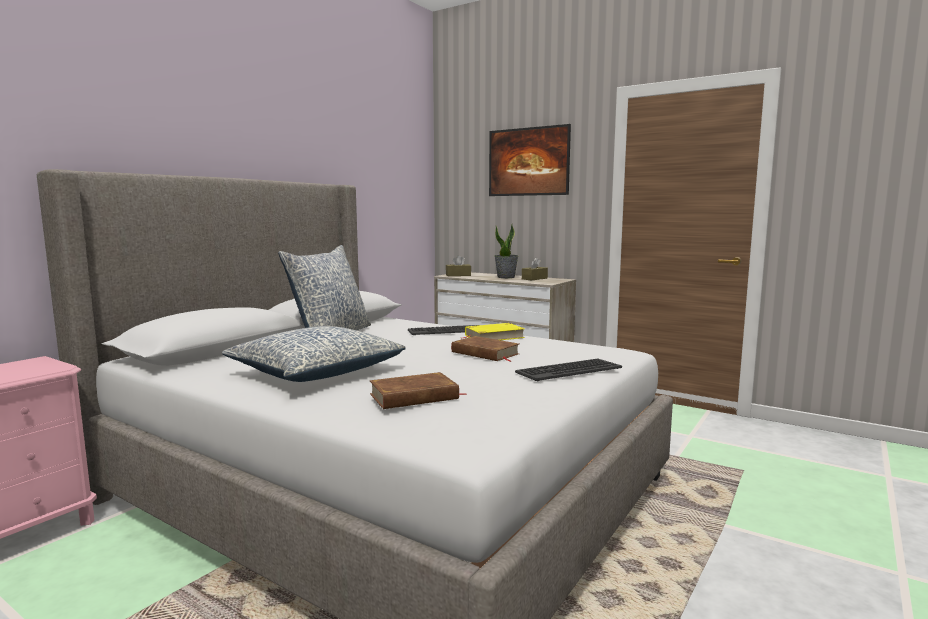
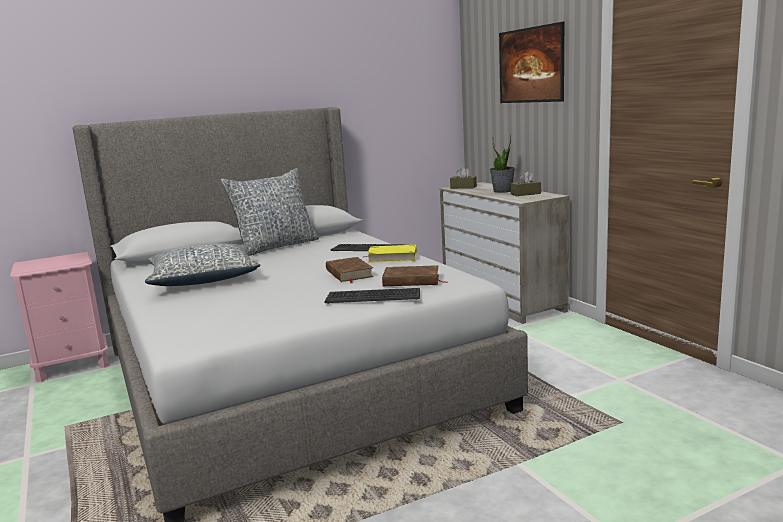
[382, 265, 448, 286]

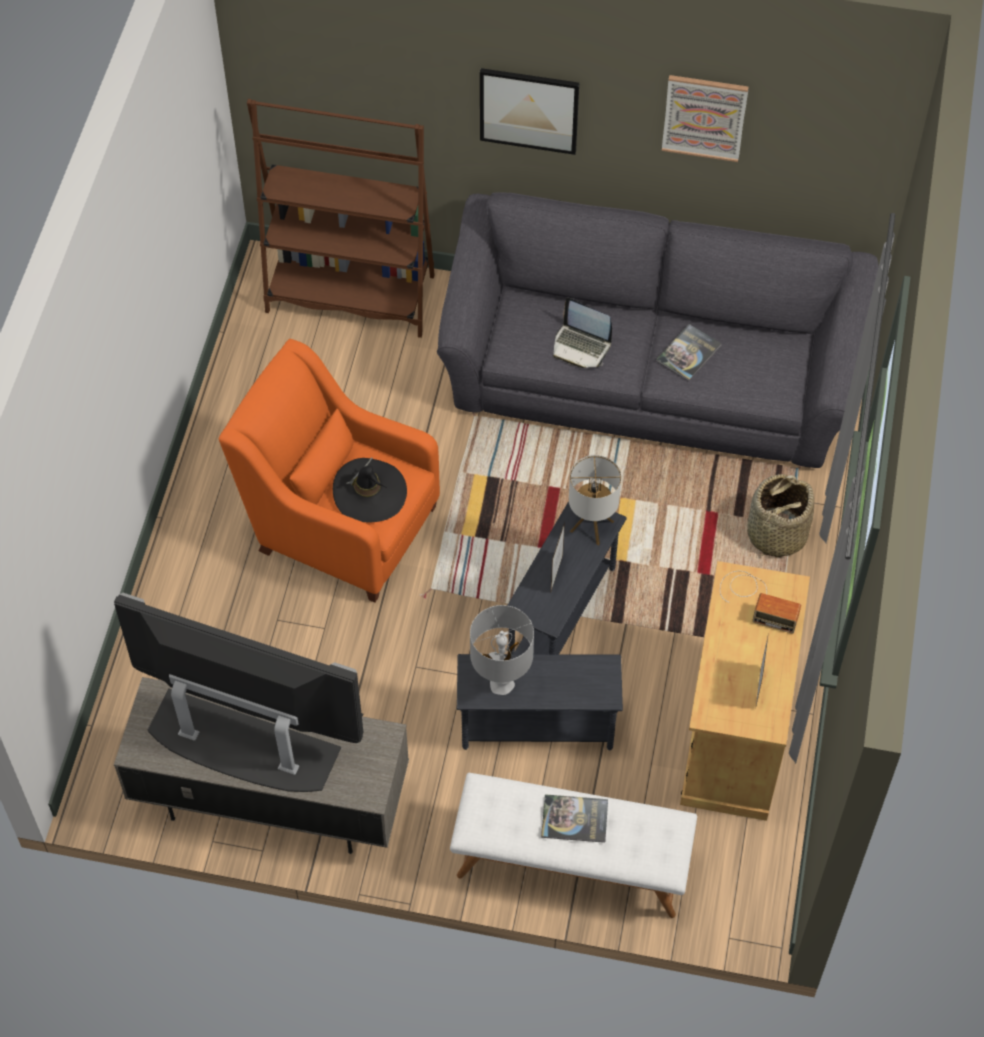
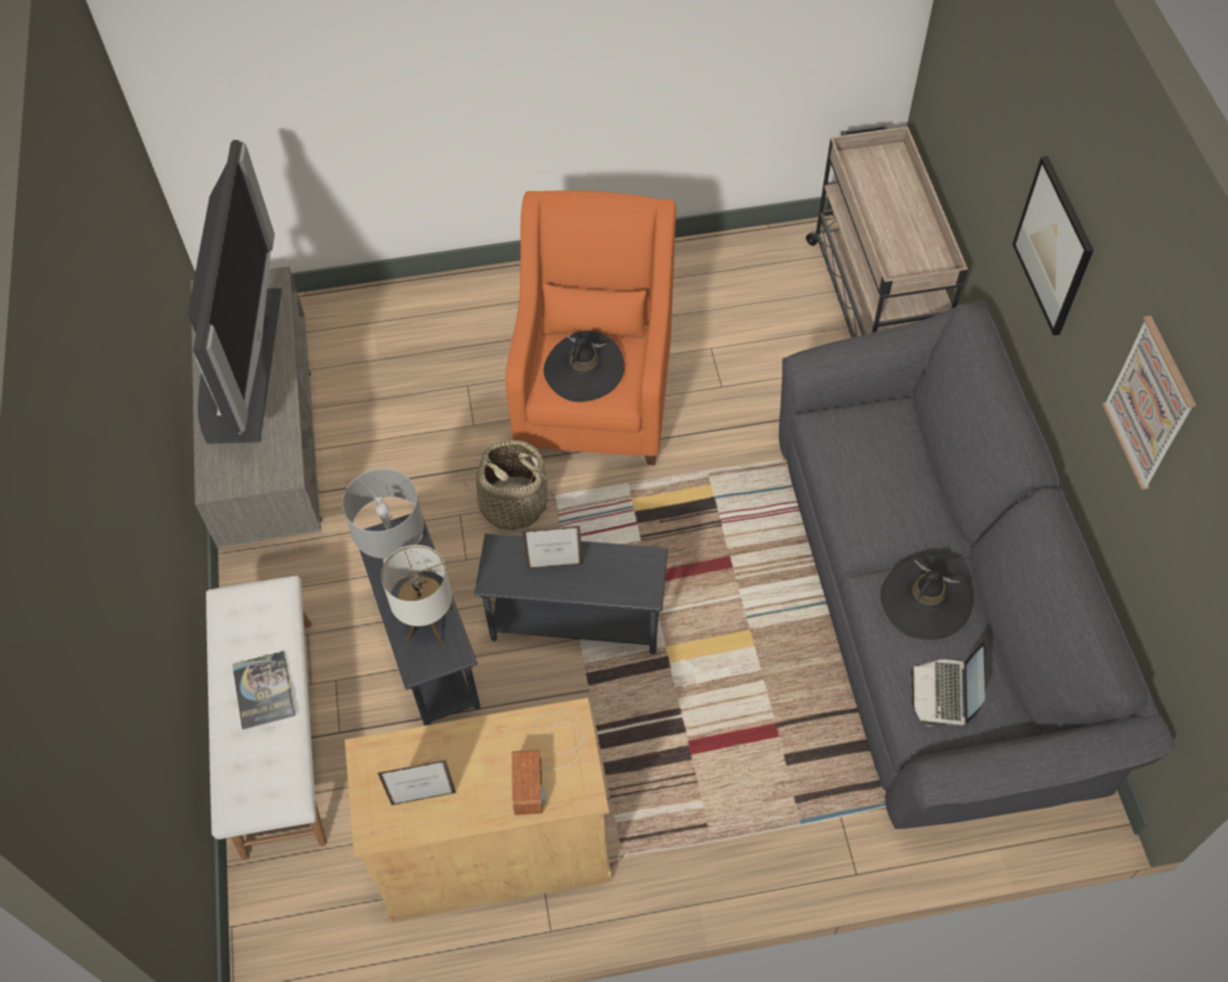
[806, 125, 968, 338]
[911, 641, 986, 727]
[881, 556, 973, 640]
[381, 545, 452, 647]
[463, 440, 556, 530]

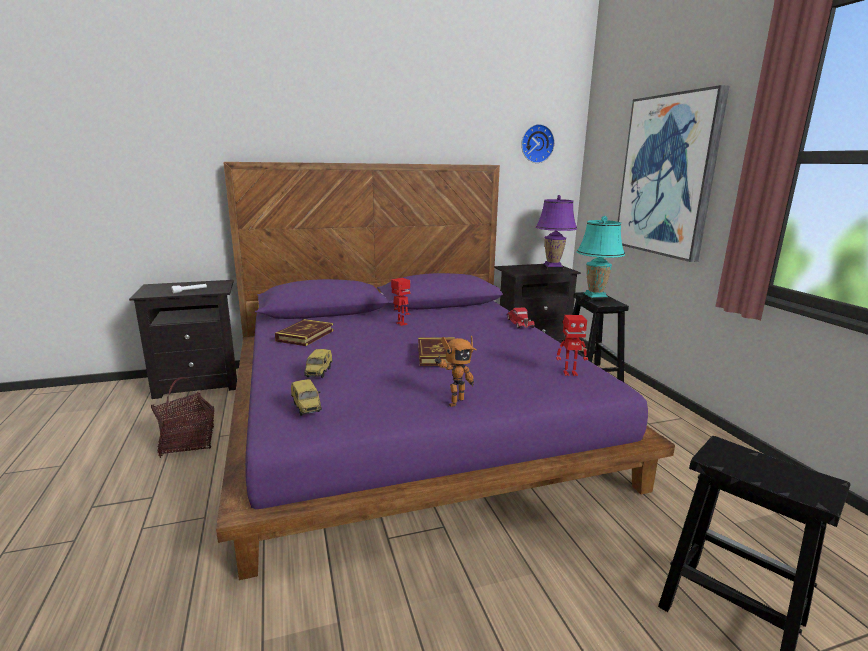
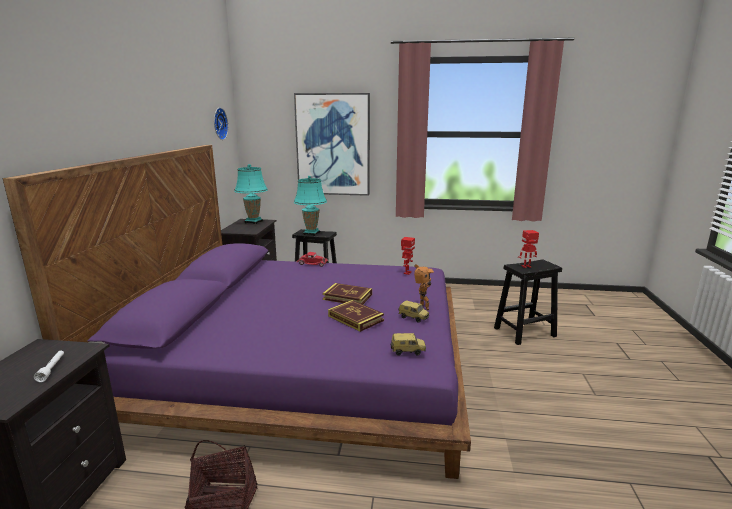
[234, 164, 268, 224]
[518, 230, 539, 268]
[328, 300, 384, 332]
[398, 301, 429, 322]

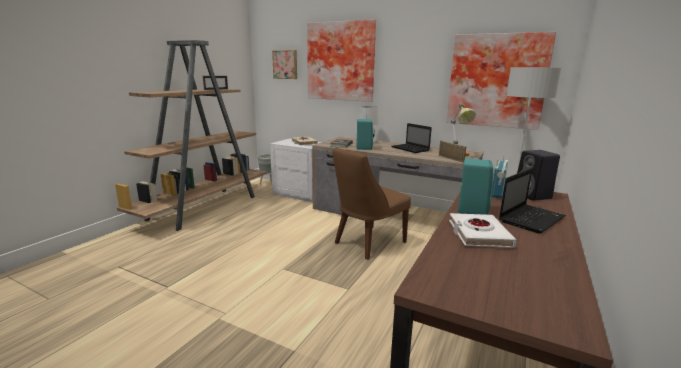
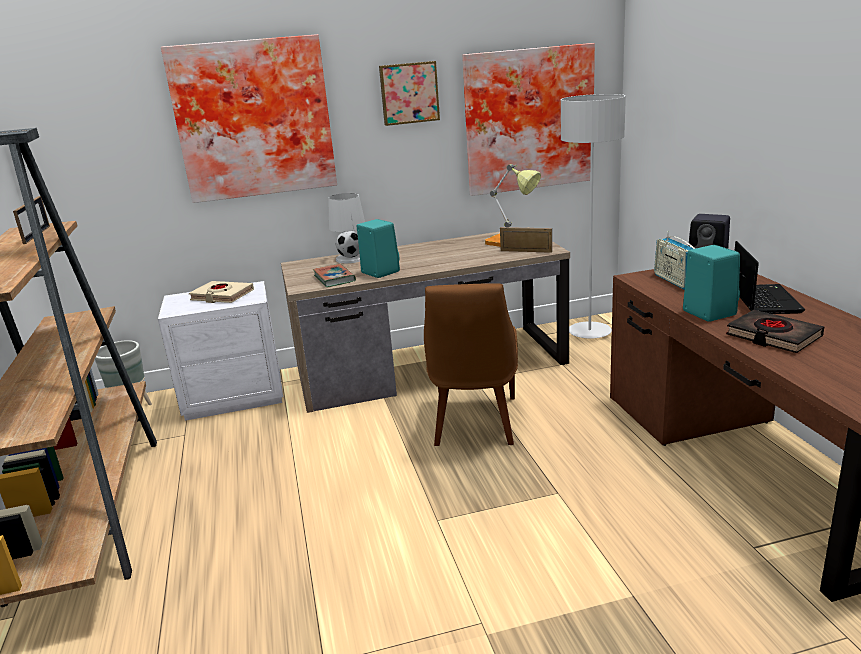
[379, 61, 440, 126]
[391, 123, 432, 153] (first image)
[726, 310, 824, 353]

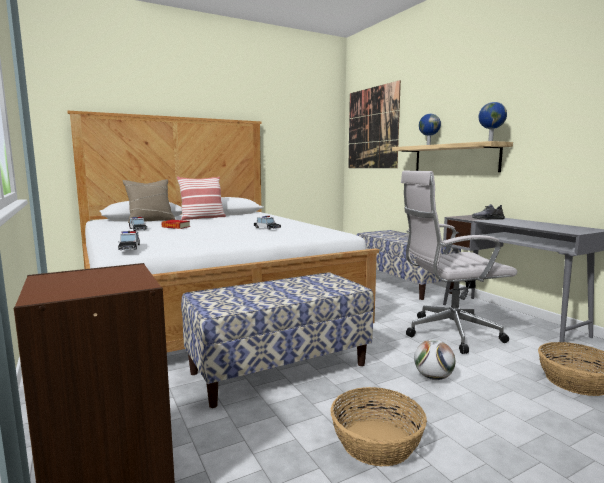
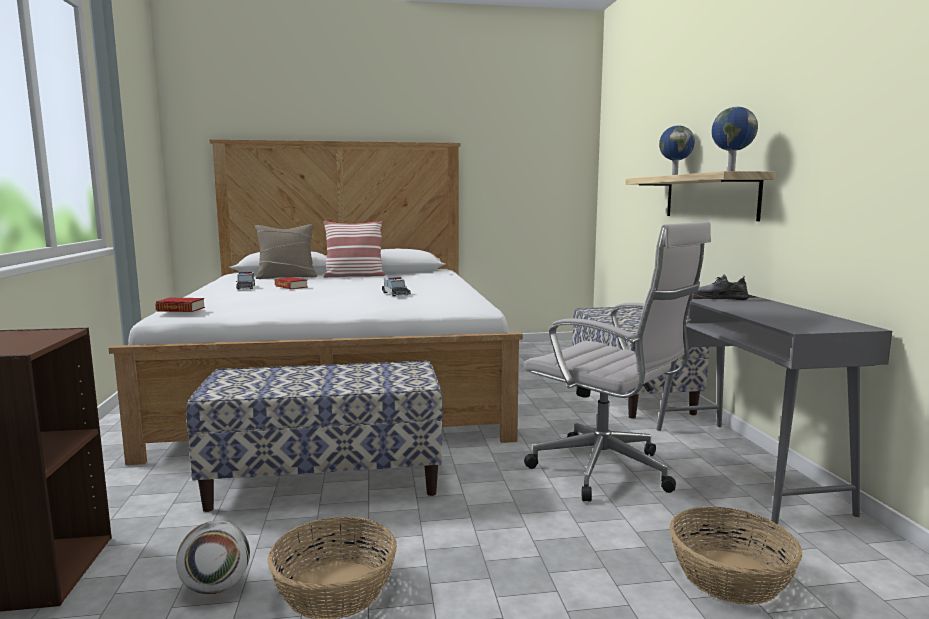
[348, 80, 401, 168] (first image)
[524, 221, 711, 502]
[155, 298, 205, 312]
[176, 521, 250, 594]

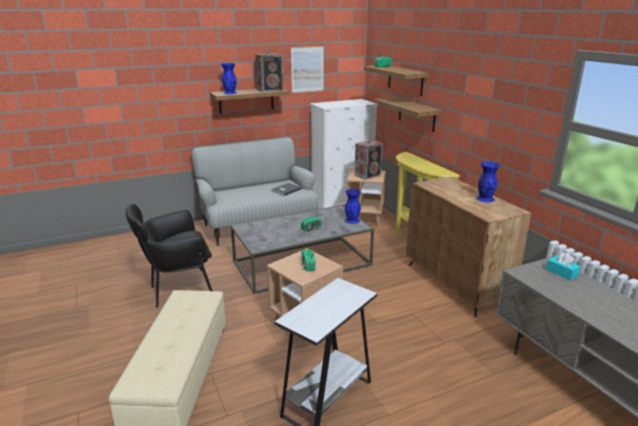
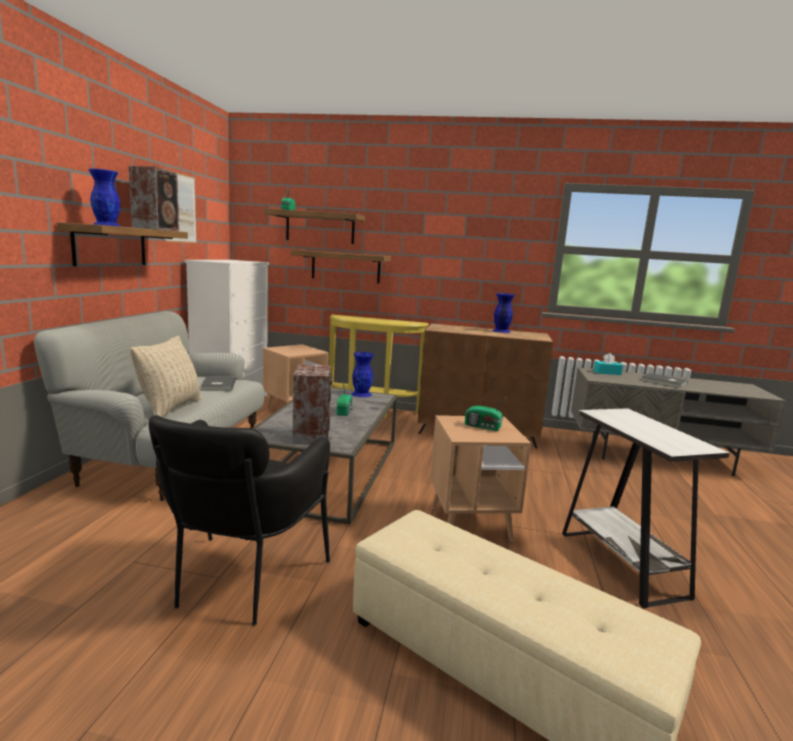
[292, 364, 332, 445]
[130, 336, 202, 417]
[641, 373, 688, 388]

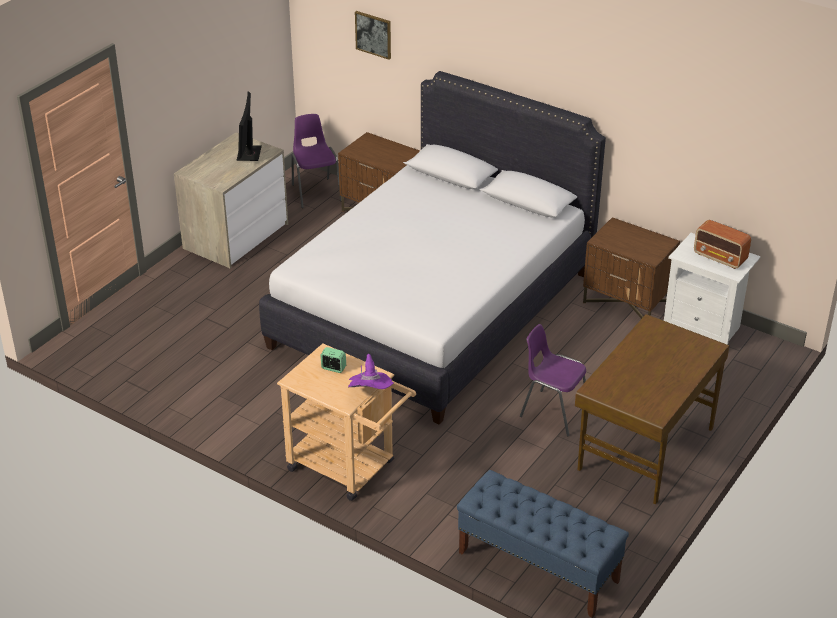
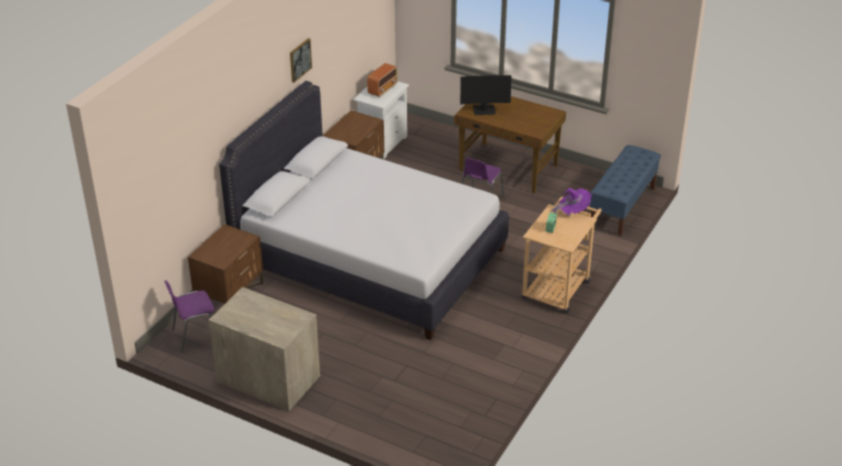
[290, 38, 312, 83]
[460, 75, 512, 115]

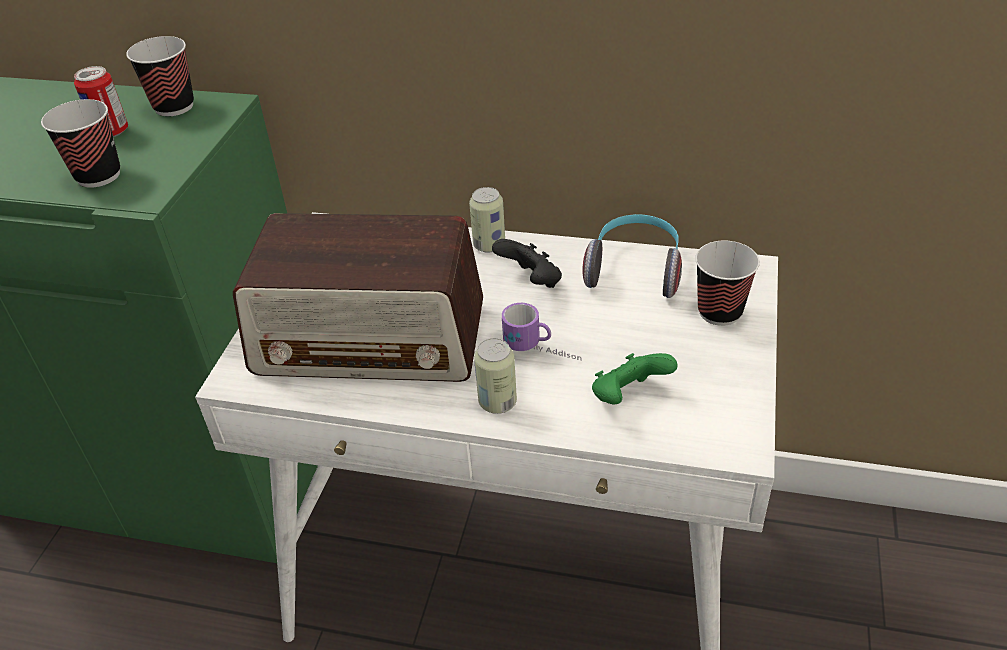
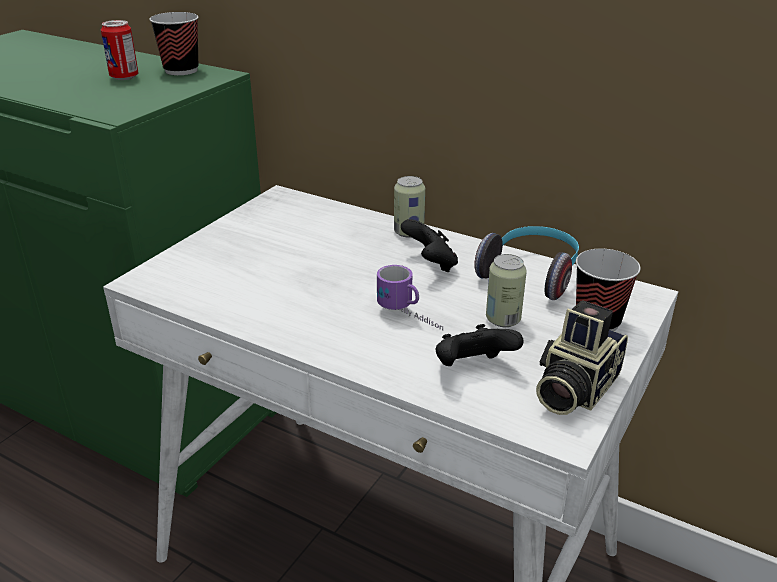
[41, 99, 120, 188] (first image)
[233, 213, 483, 382] (first image)
[486, 254, 527, 327]
[436, 324, 524, 366]
[536, 300, 628, 415]

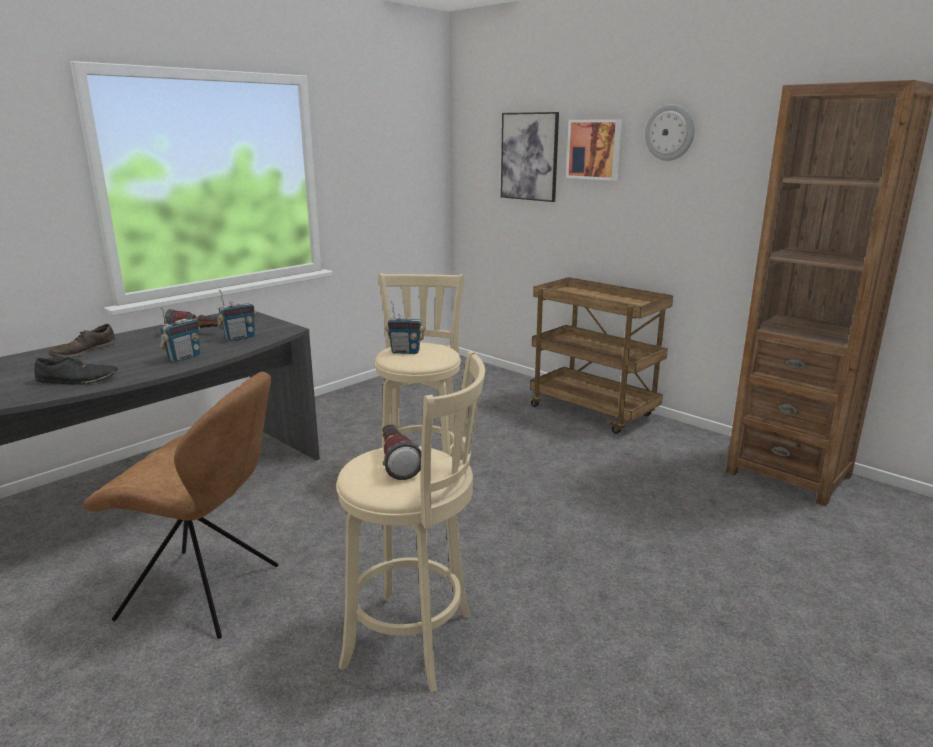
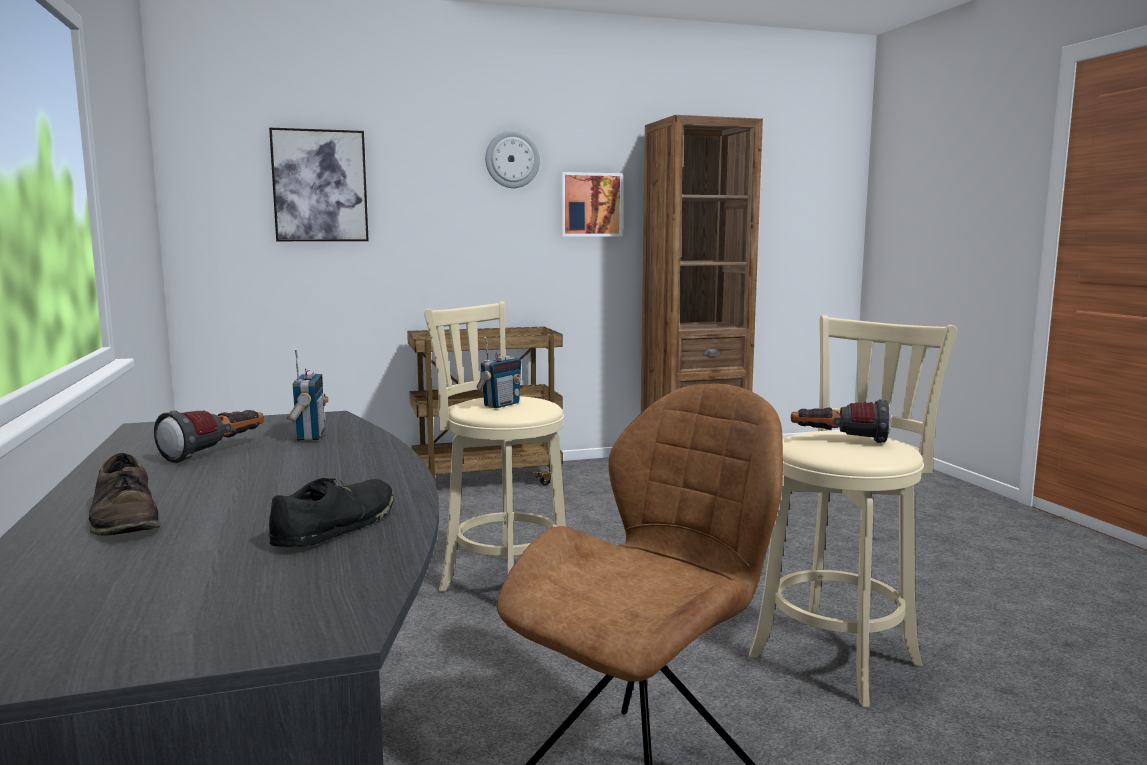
[560, 172, 623, 237]
[159, 306, 200, 362] (first image)

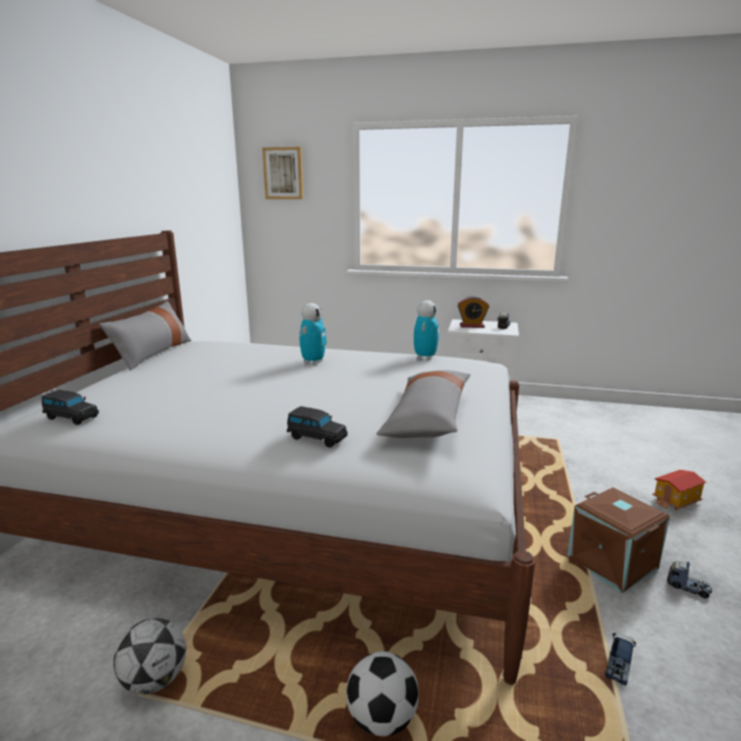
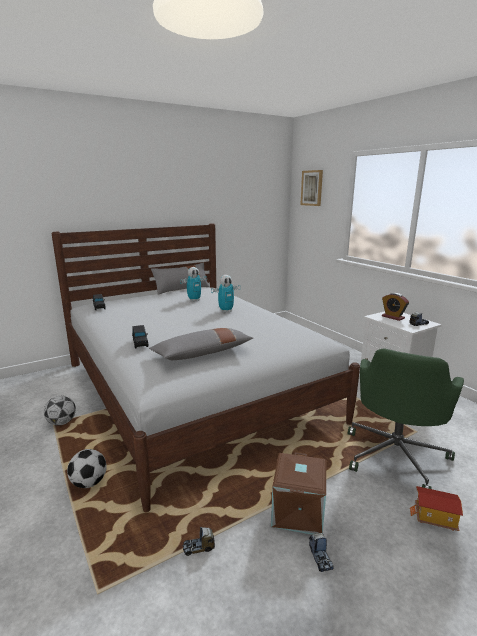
[180, 267, 206, 302]
[348, 348, 464, 489]

